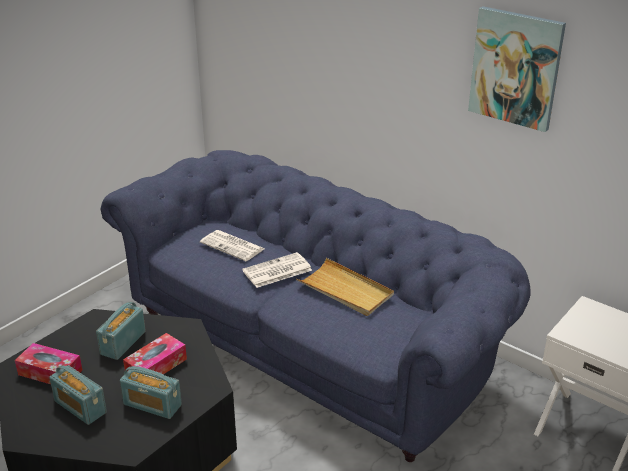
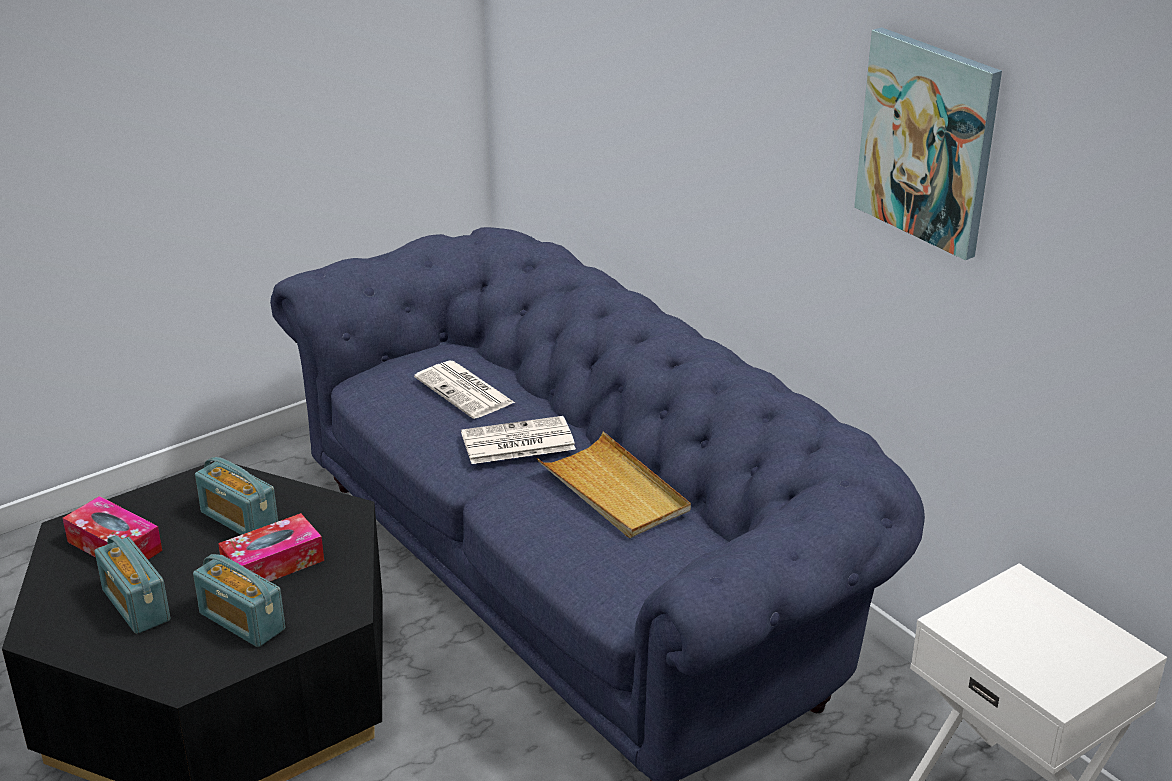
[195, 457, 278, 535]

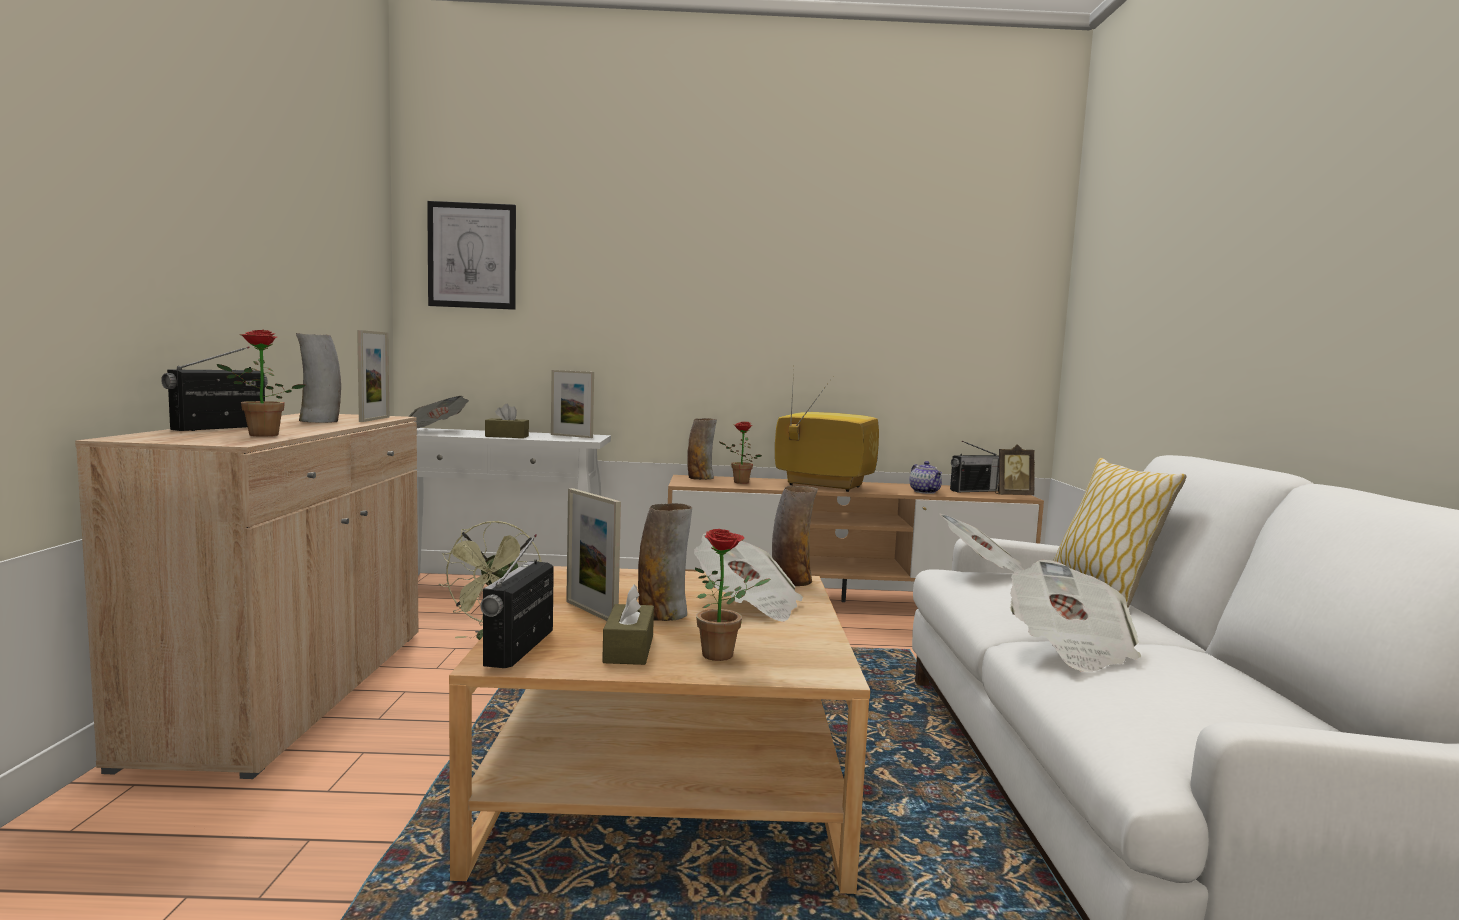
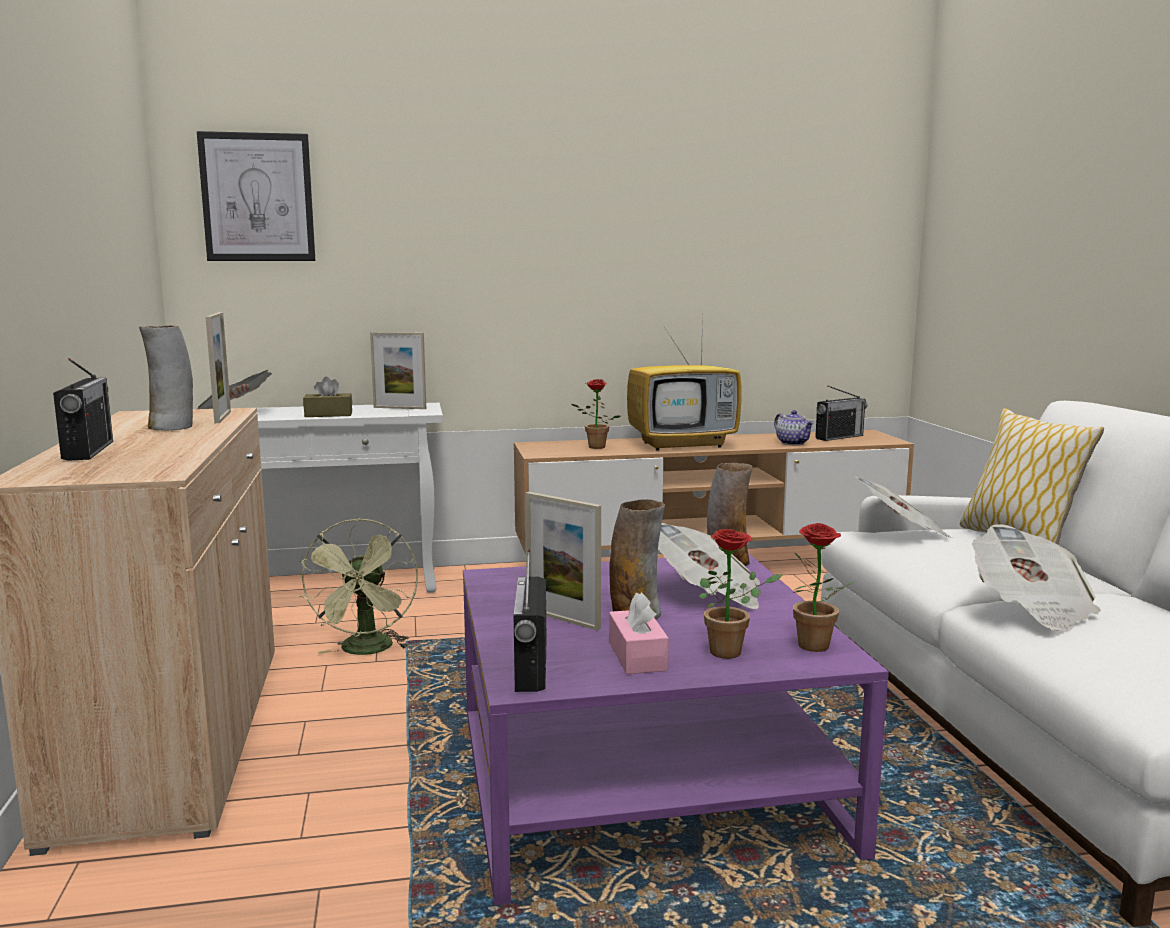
[793, 523, 856, 652]
[53, 358, 113, 461]
[627, 317, 741, 451]
[687, 418, 717, 480] (first image)
[995, 444, 1035, 495] (first image)
[463, 553, 889, 905]
[609, 592, 669, 674]

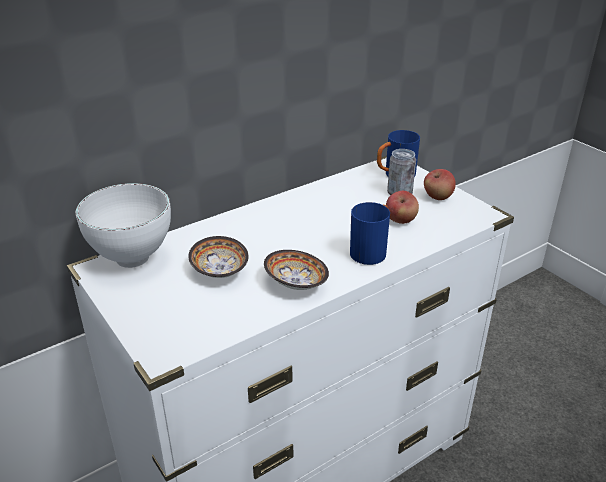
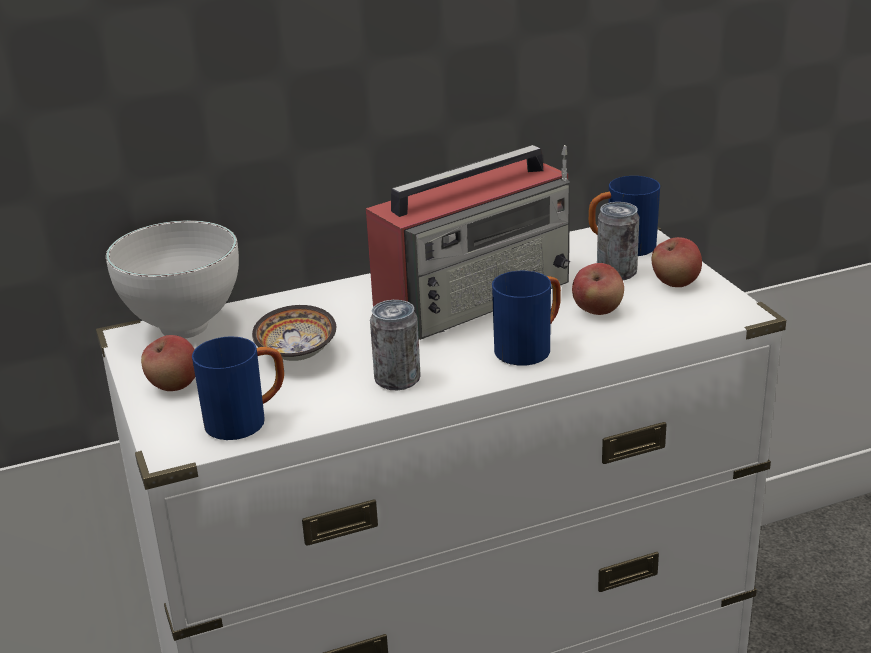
[370, 300, 421, 391]
[366, 145, 570, 340]
[141, 335, 195, 391]
[192, 337, 284, 440]

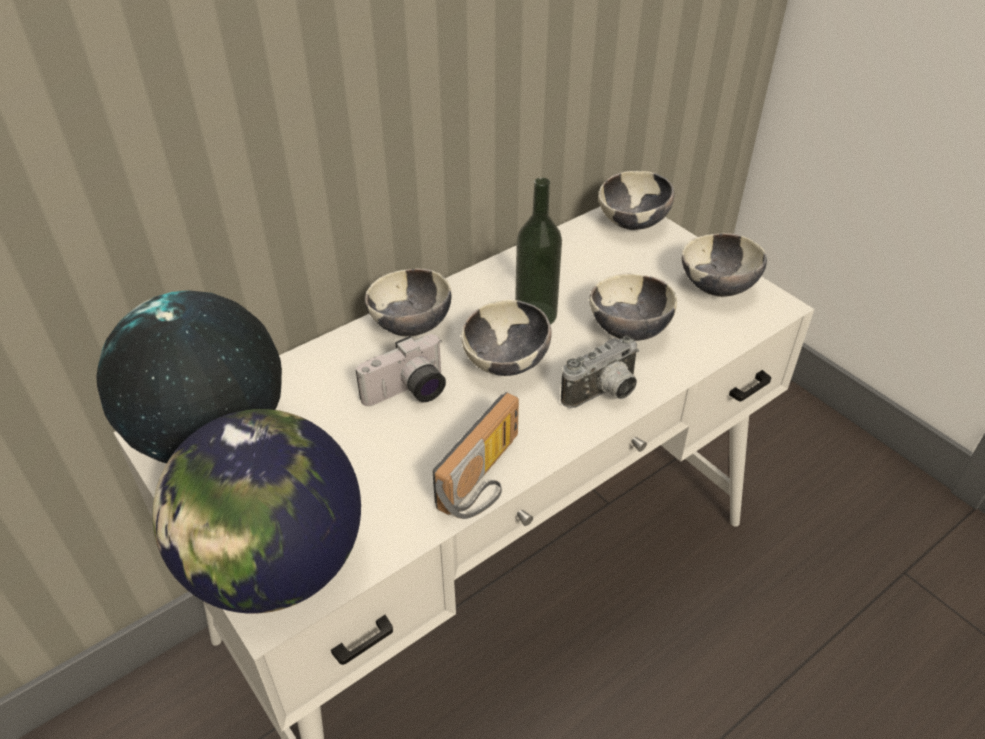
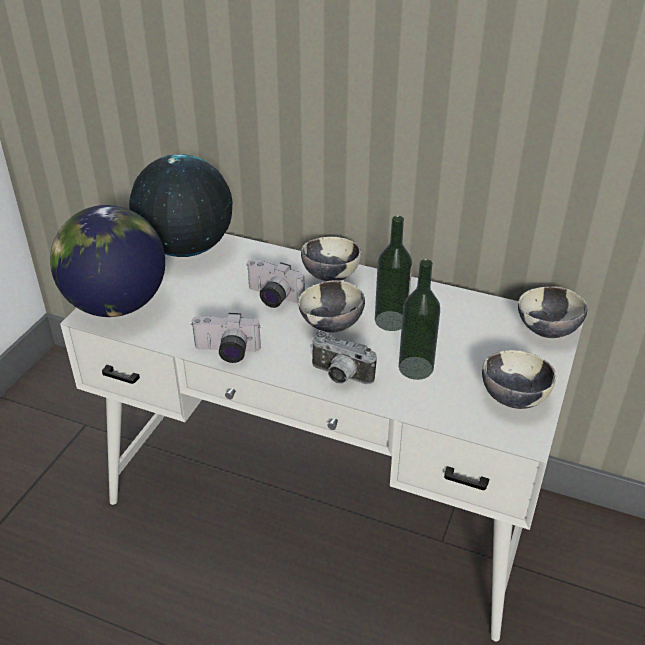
[399, 259, 440, 380]
[191, 313, 261, 363]

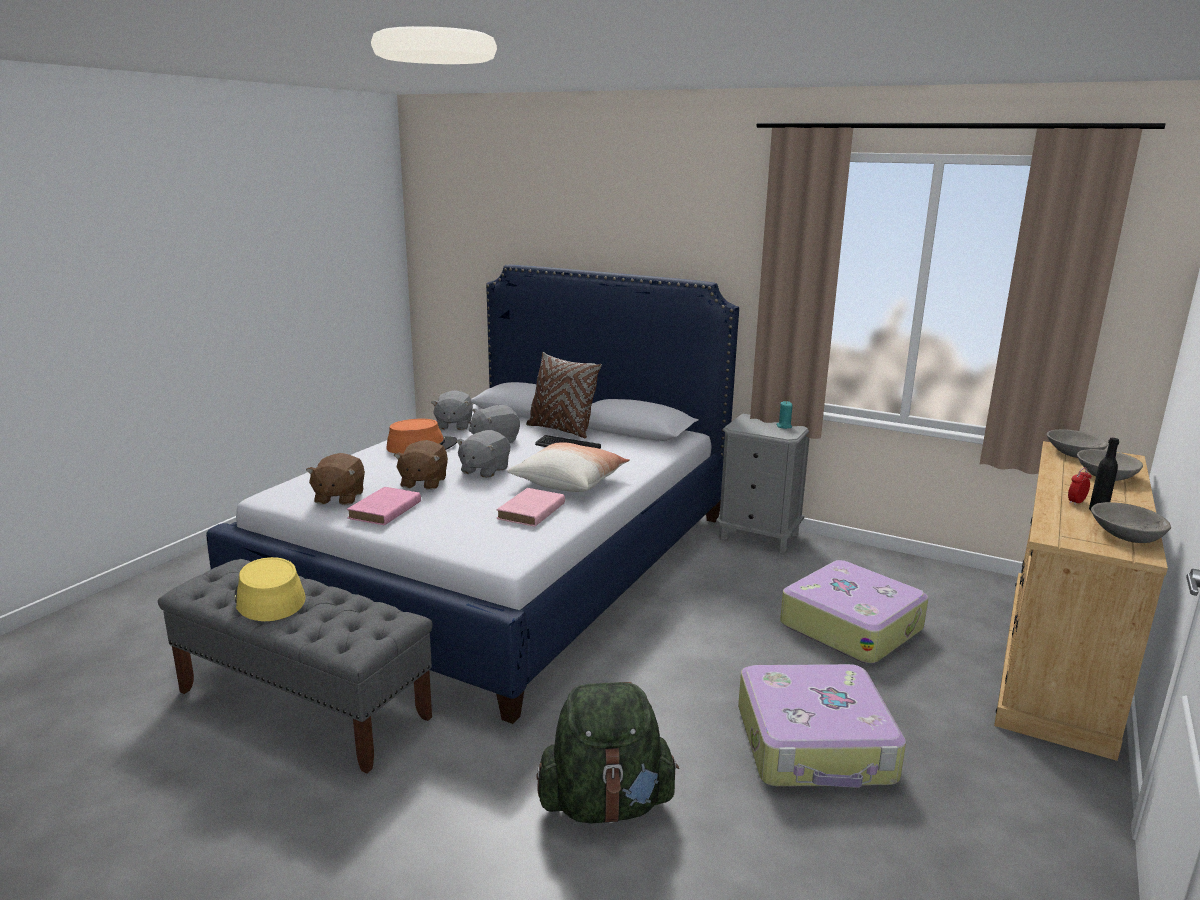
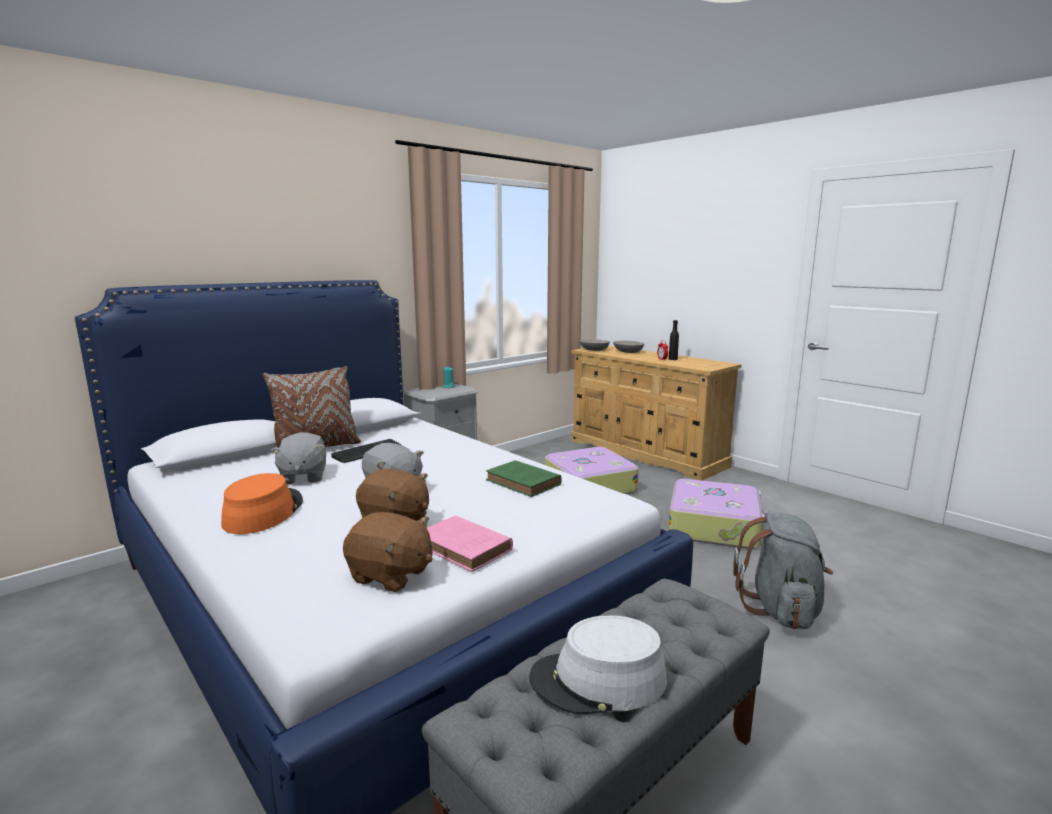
[431, 390, 473, 430] (first image)
[507, 442, 629, 492] (first image)
[486, 460, 562, 497]
[1091, 502, 1171, 543] (first image)
[529, 615, 667, 714]
[733, 512, 833, 629]

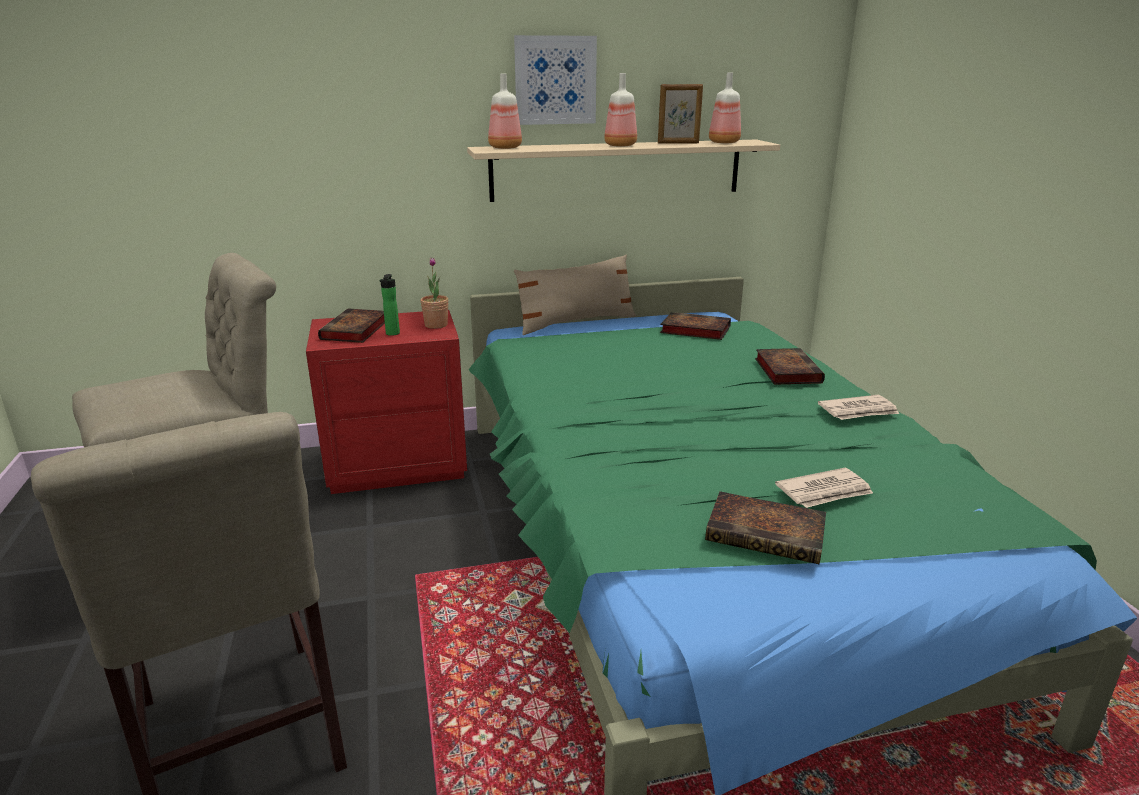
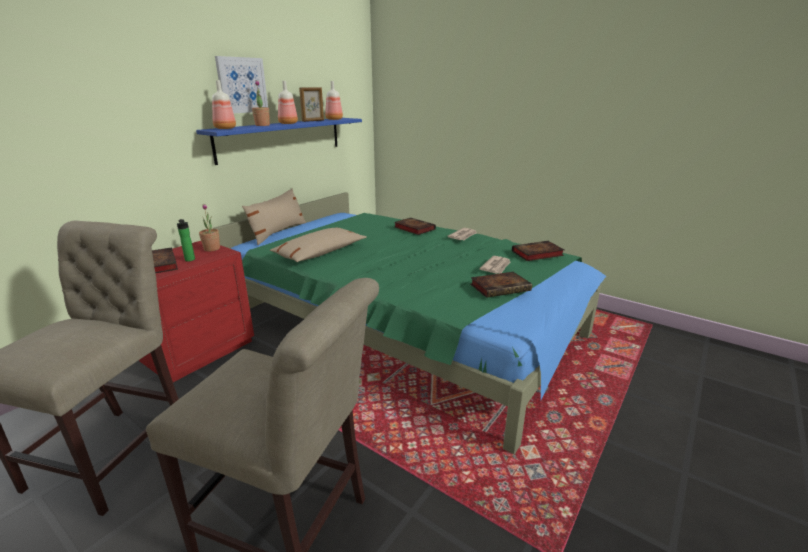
[196, 118, 362, 165]
[512, 241, 564, 261]
[252, 80, 270, 126]
[270, 227, 367, 262]

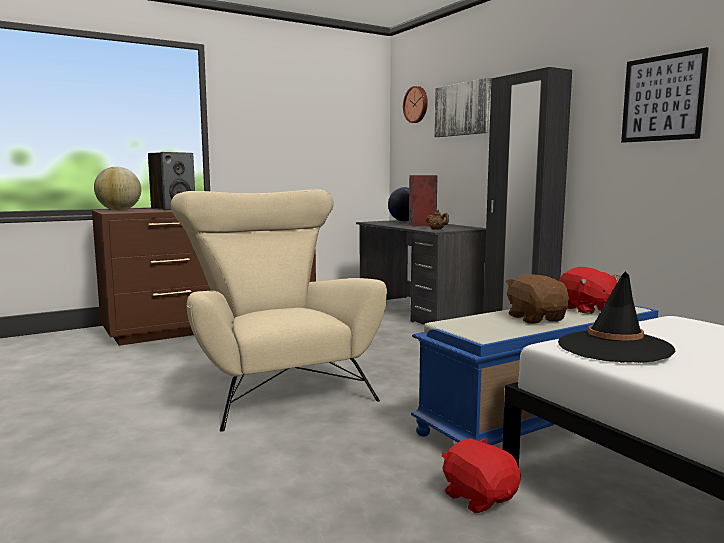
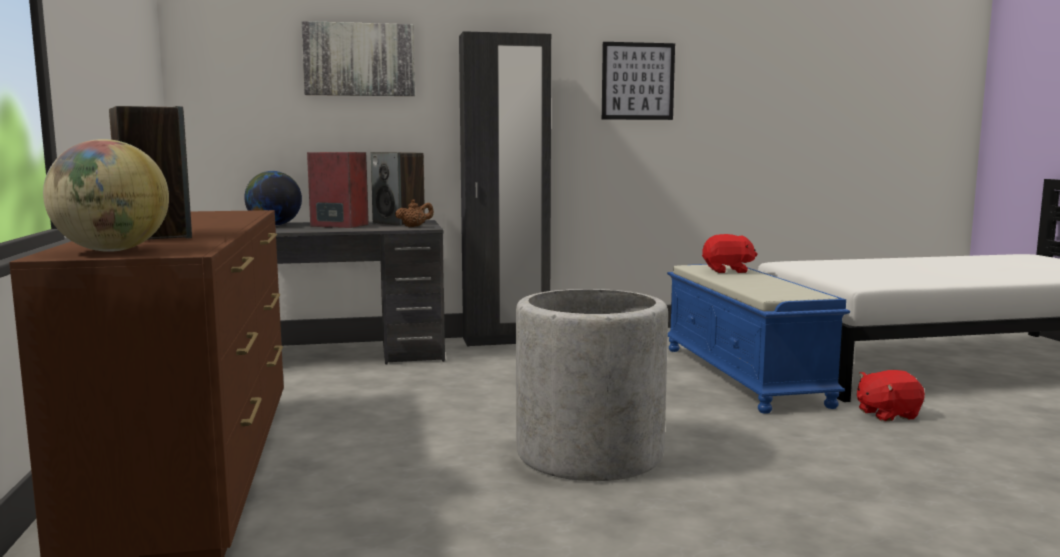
[403, 86, 428, 123] (first image)
[516, 289, 668, 481]
[558, 272, 676, 363] (first image)
[506, 274, 569, 324] (first image)
[371, 152, 425, 226]

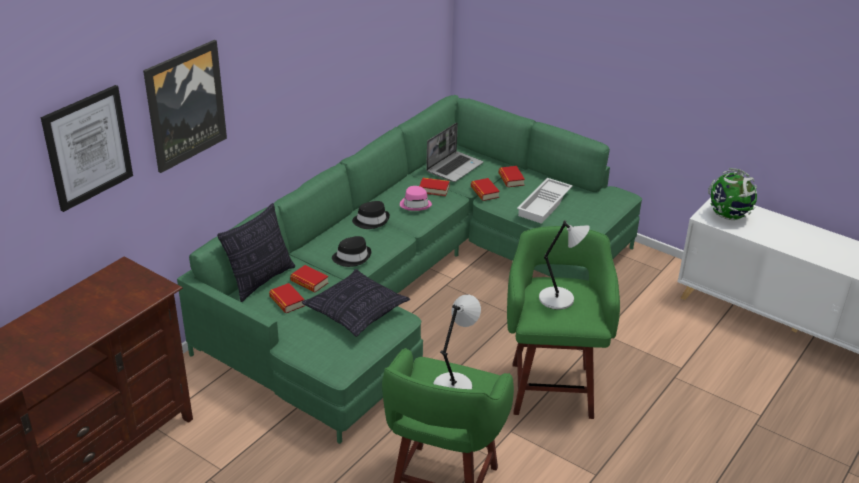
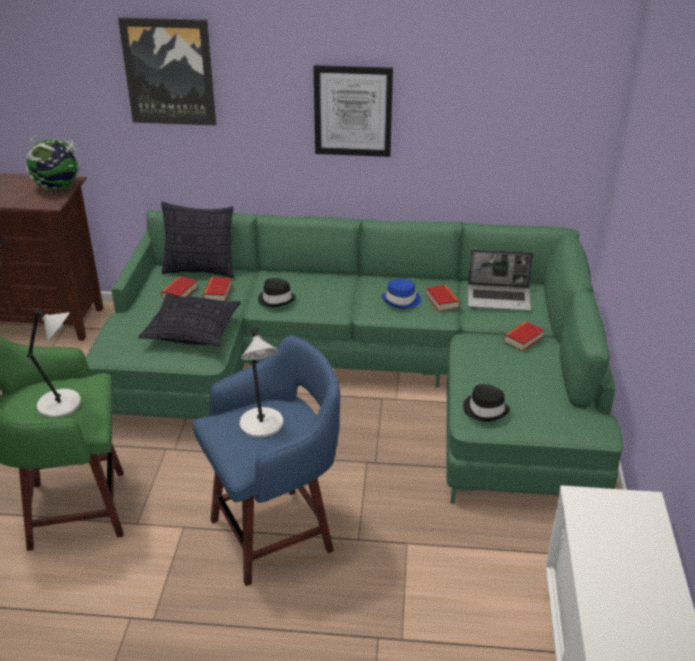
[313, 65, 393, 157]
[26, 135, 81, 190]
[471, 178, 500, 201] (first image)
[517, 178, 573, 224] (first image)
[381, 279, 421, 309]
[463, 384, 510, 421]
[193, 335, 340, 586]

